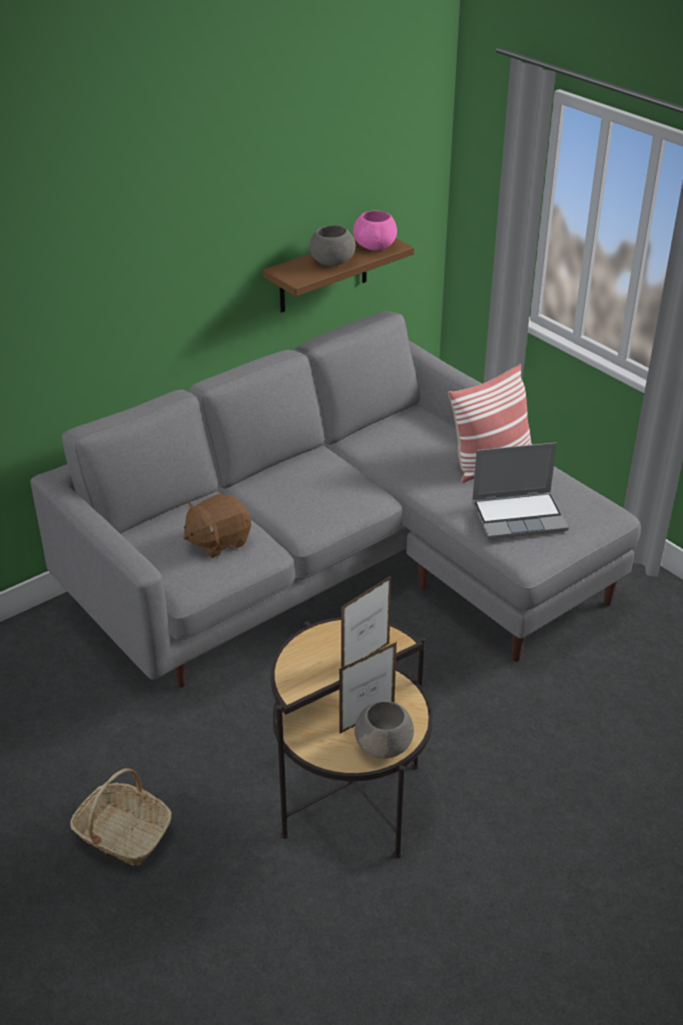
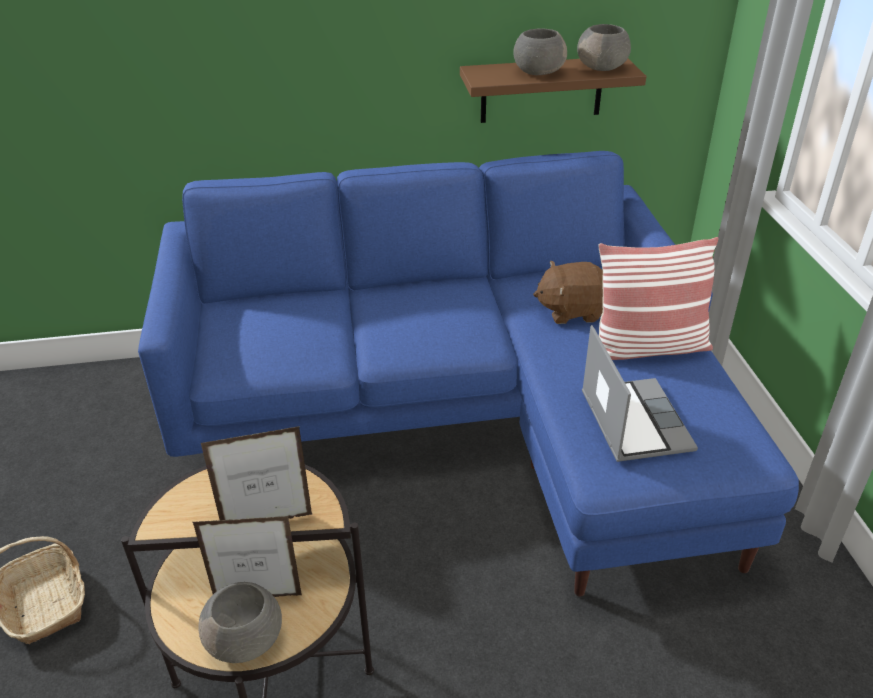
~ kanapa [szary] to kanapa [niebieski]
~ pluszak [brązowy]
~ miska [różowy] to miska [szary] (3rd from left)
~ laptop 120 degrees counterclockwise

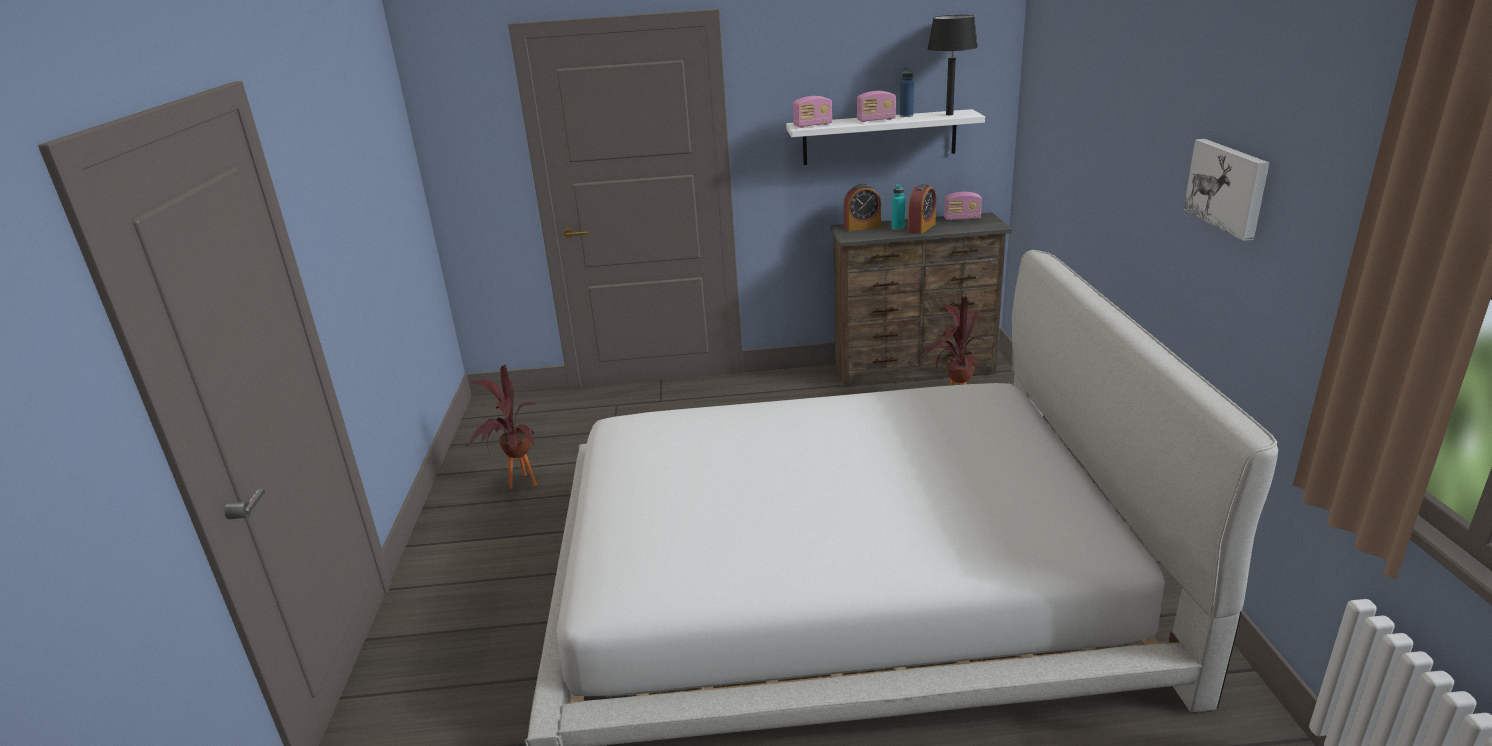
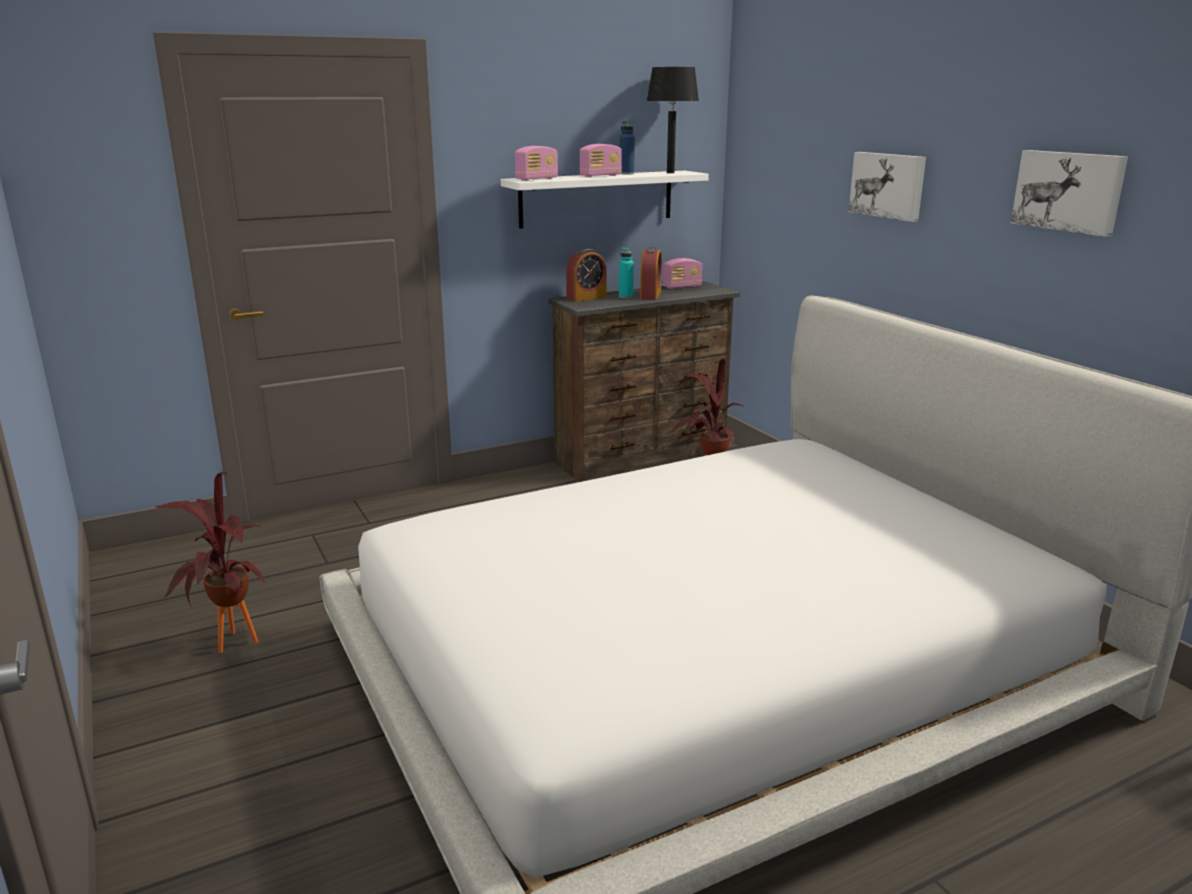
+ obraz (1st from left)

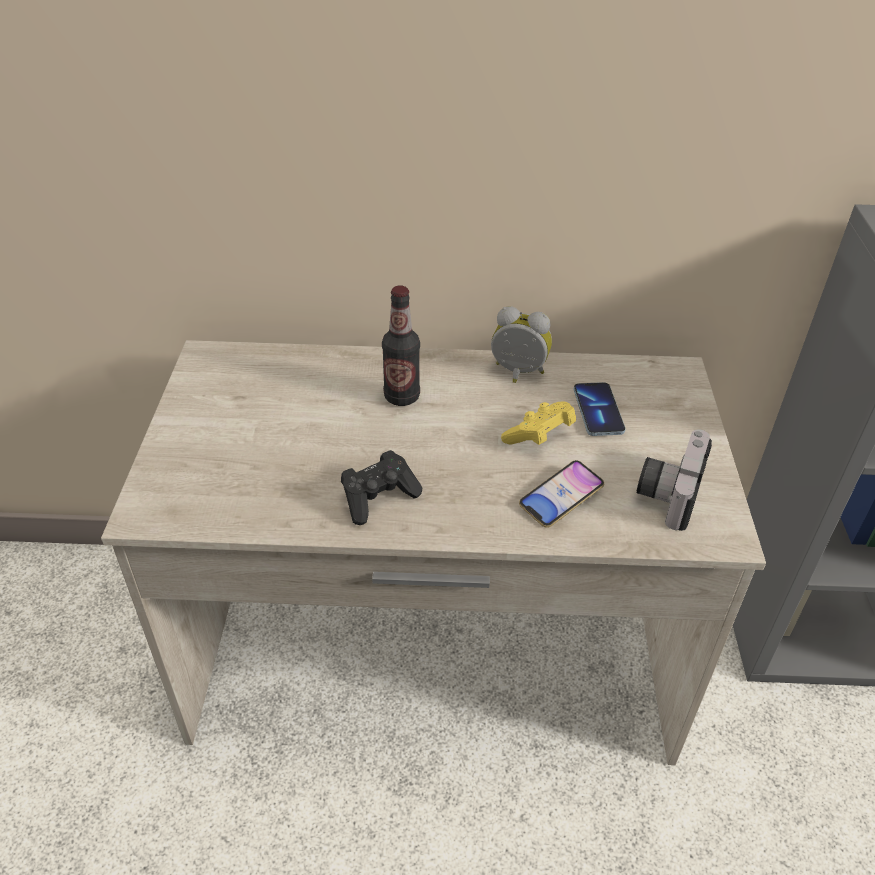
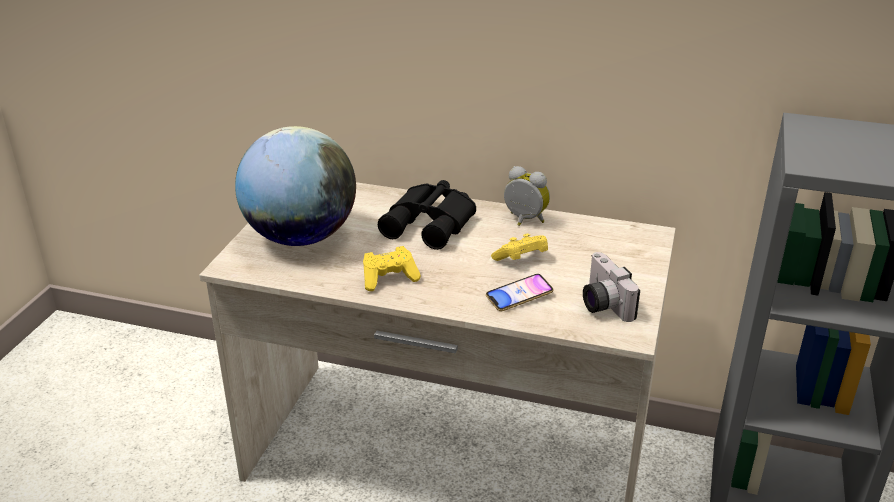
~ pad do gier [czarny] to pad do gier [żółty] (1st from left)
~ butelka to lornetka [czarny]
- telefon (2nd from left)
~ aparat fotograficzny 60 degrees counterclockwise
+ globus

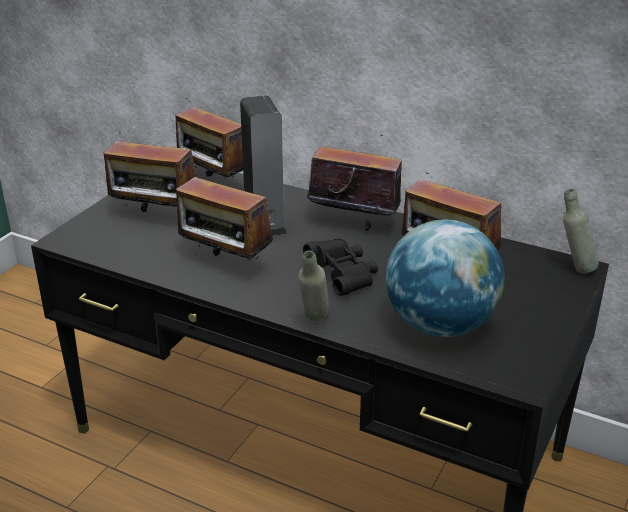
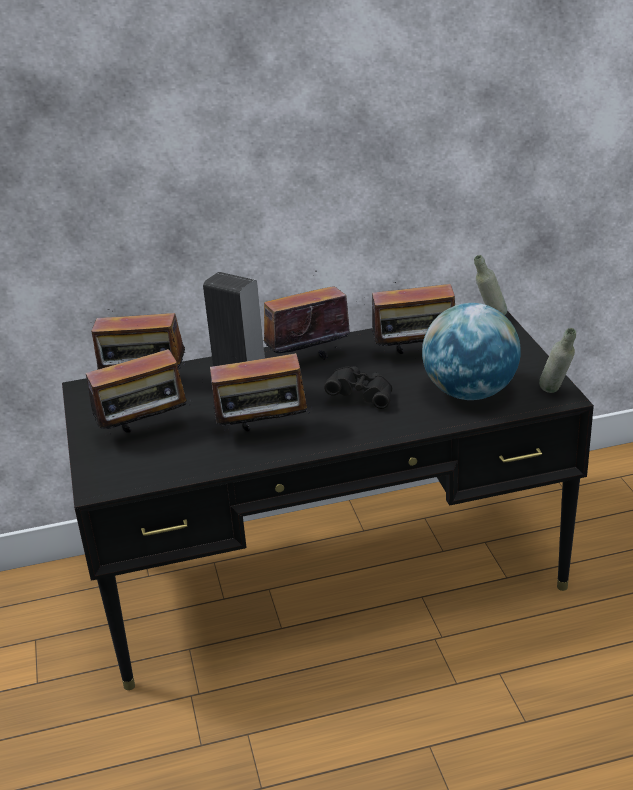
~ butelka [szary] (1st from left in the first image) to butelka [szary] (2nd from left)

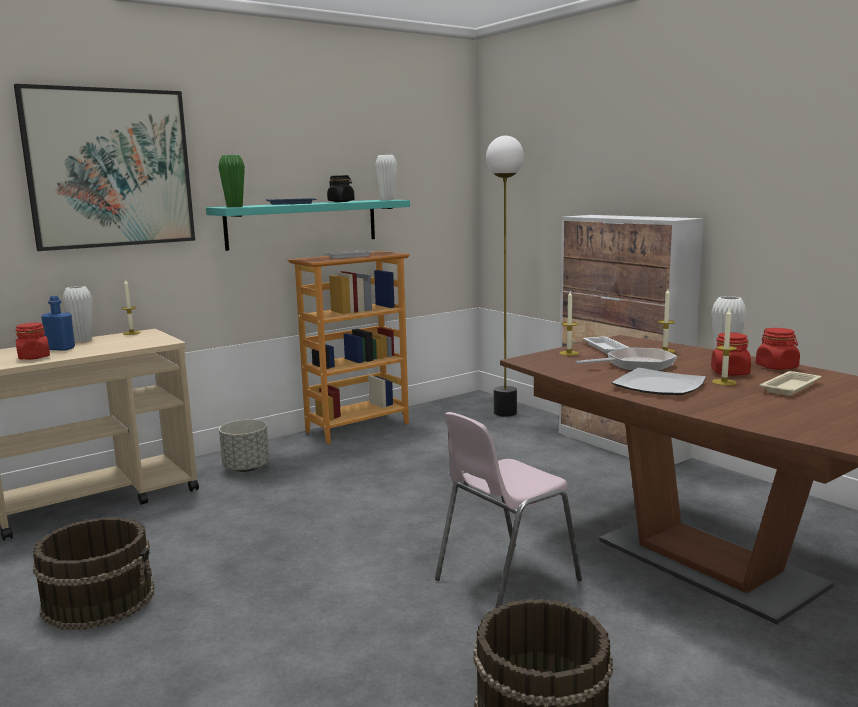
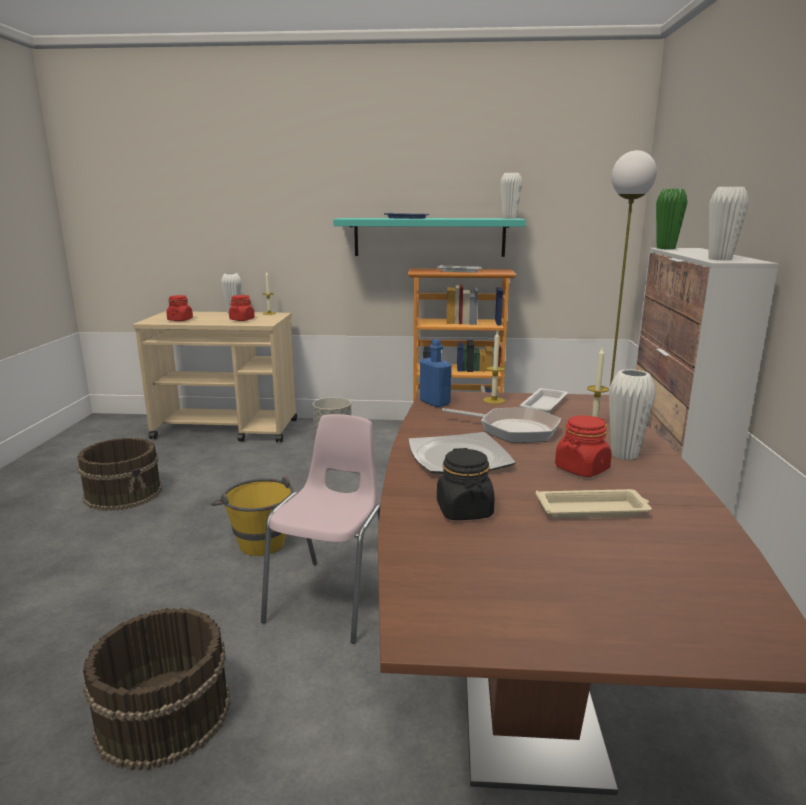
- obraz
~ butelka [niebieski]
~ wazon [zielony]
~ słoik [czarny]
~ krzesło [różowy] 105 degrees clockwise
- świeca (4th from left)
~ słoik [czerwony] (3rd from left in the first image) to słoik [czerwony] (2nd from left)
+ wiadro [żółty]
+ wazon [biały] (4th from left)

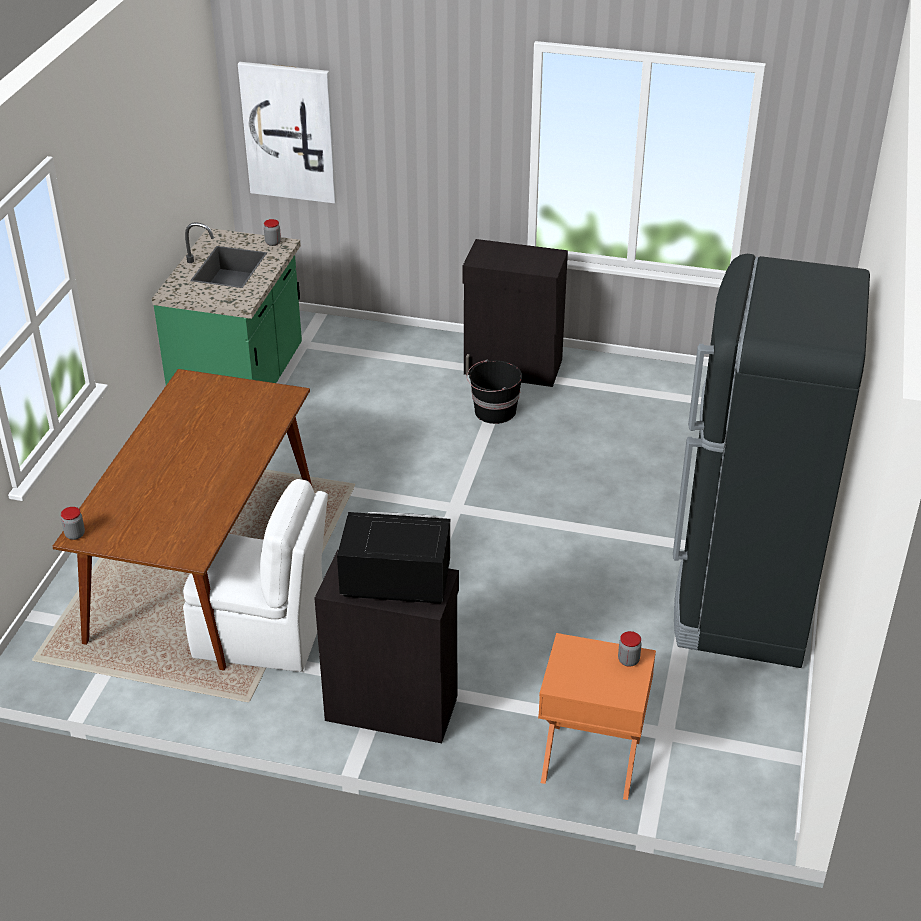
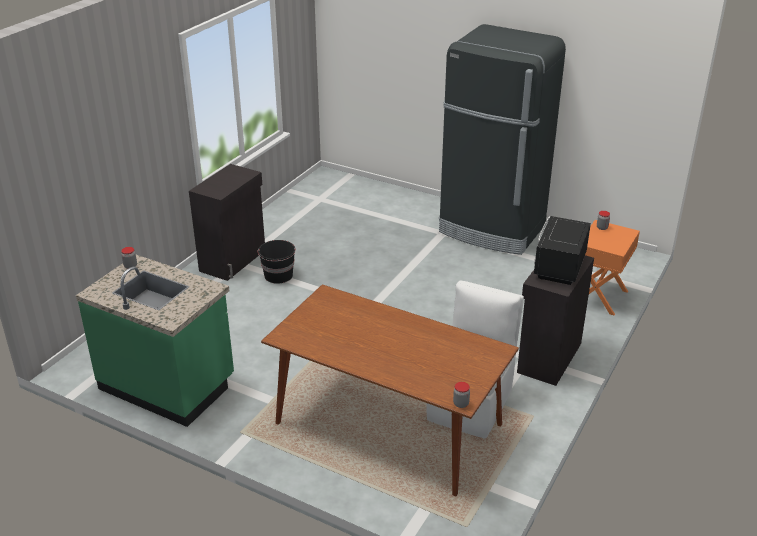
- obraz

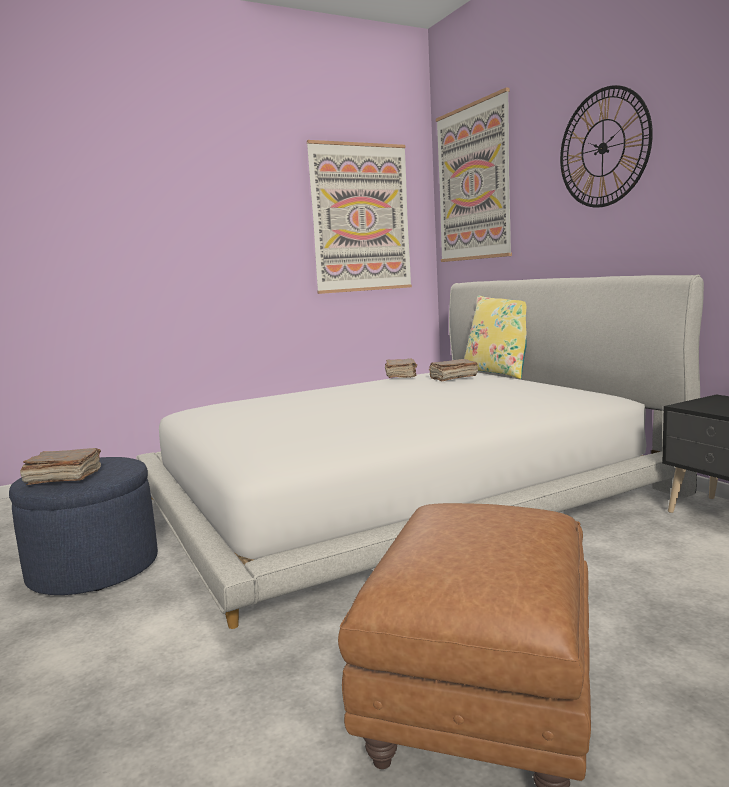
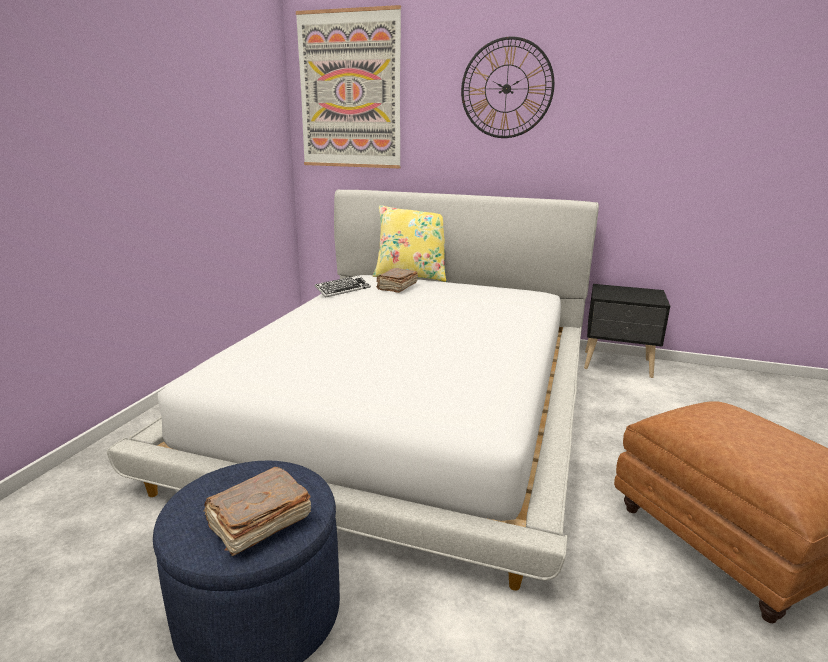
- obraz (1st from left)
~ książka [brązowy] (2nd from left) to klawiatura

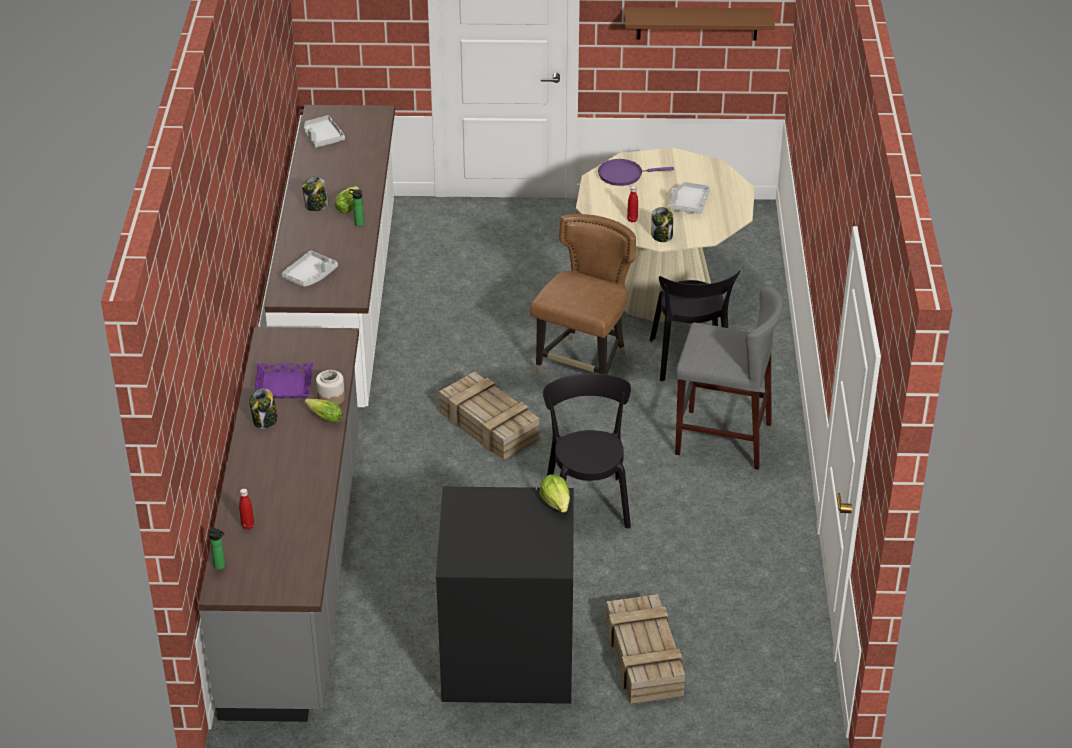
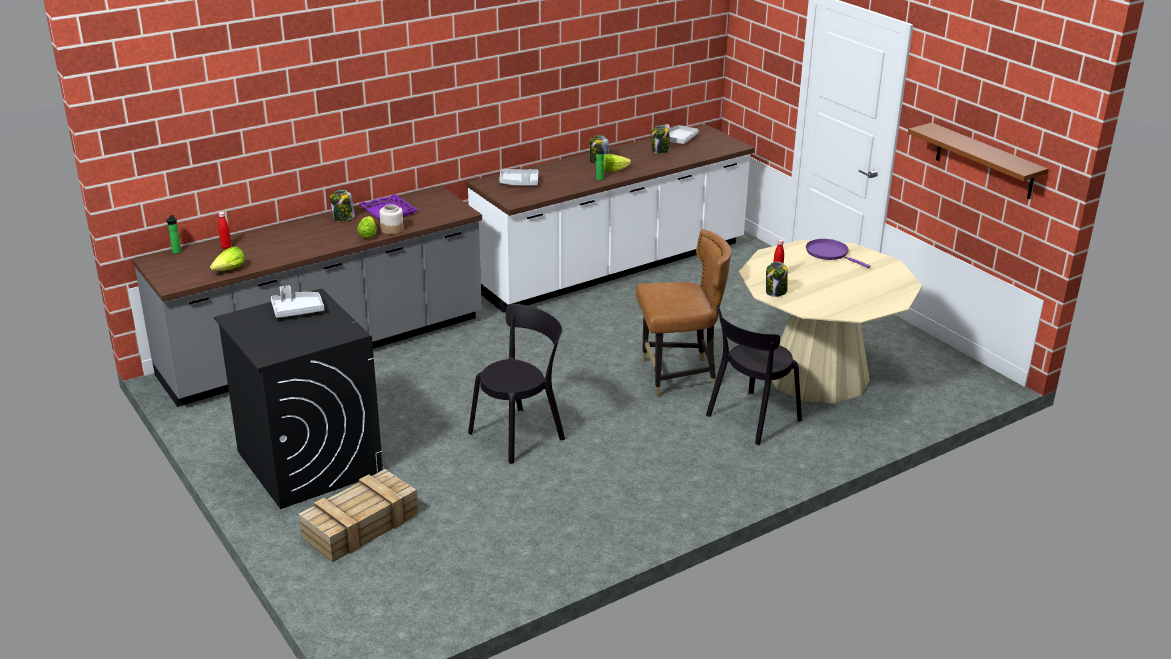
- skrzynka (1st from left)
~ sałata (3rd from left in the first image) to sałata (1st from left)
~ taca [szary] (3rd from left in the first image) to taca [szary] (1st from left)
- stołek [szary]
+ słoik (4th from left)

